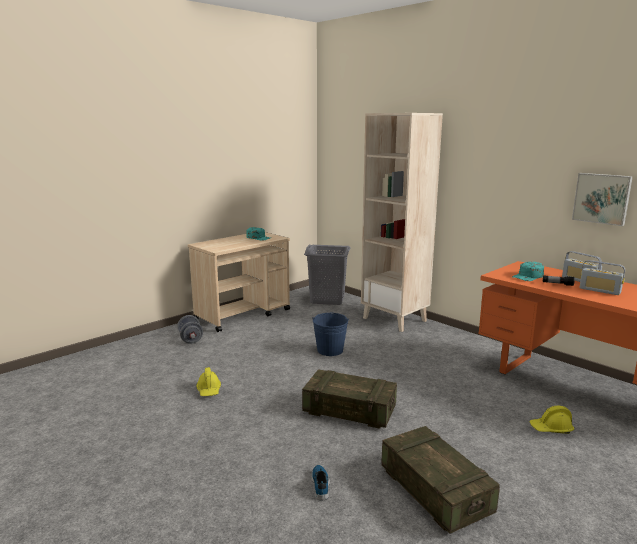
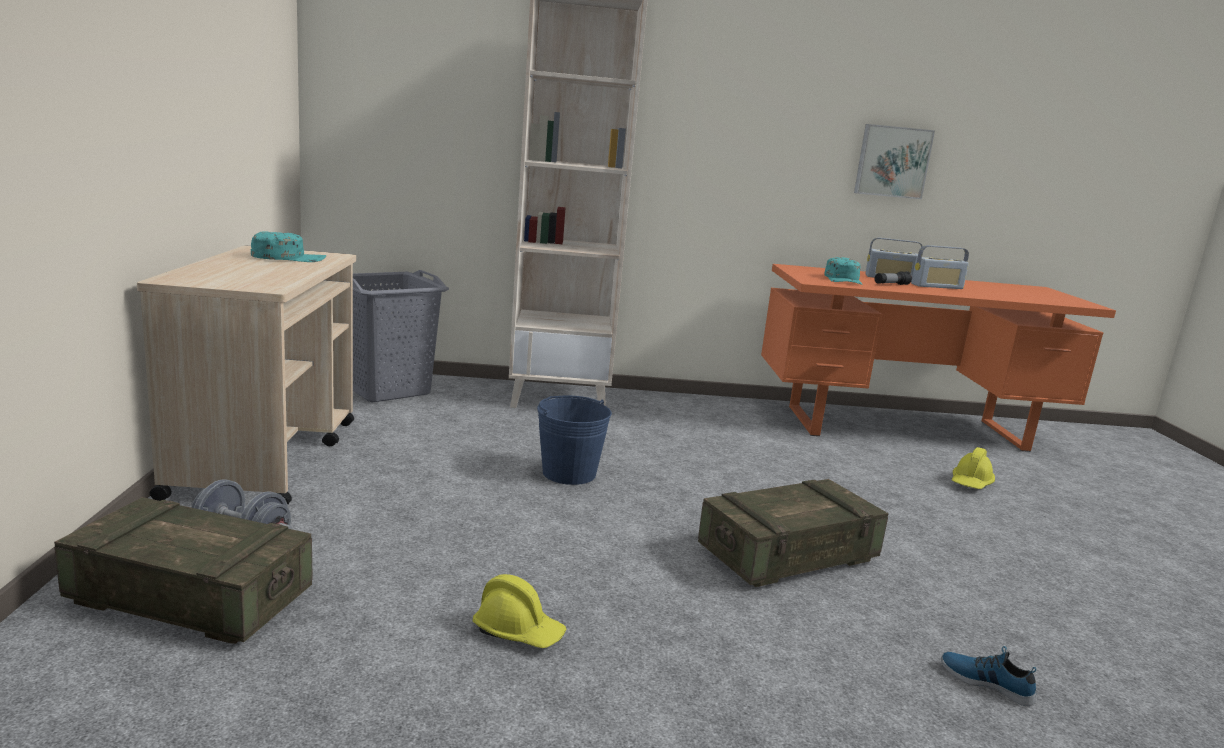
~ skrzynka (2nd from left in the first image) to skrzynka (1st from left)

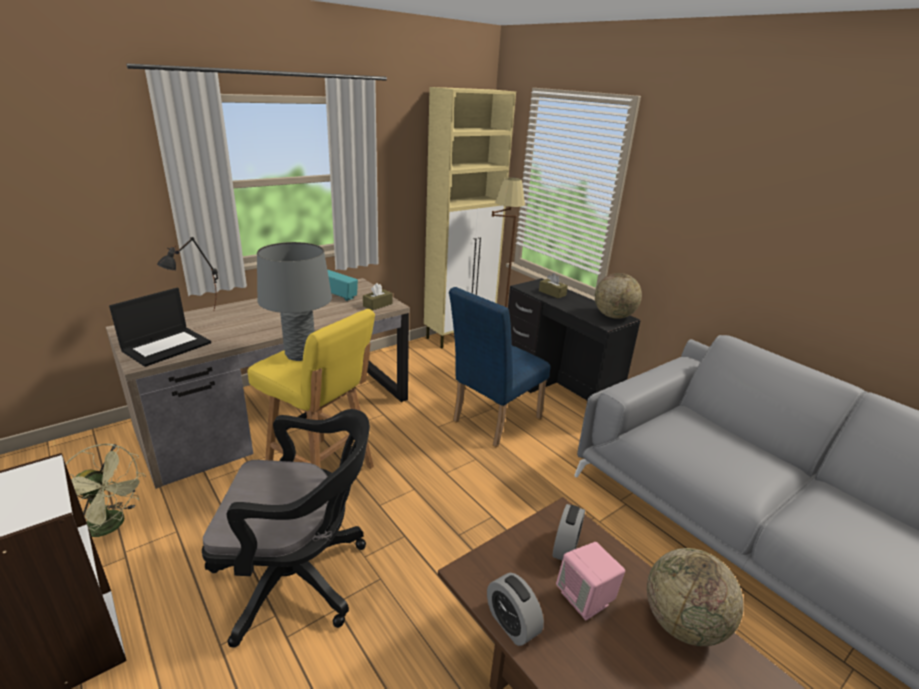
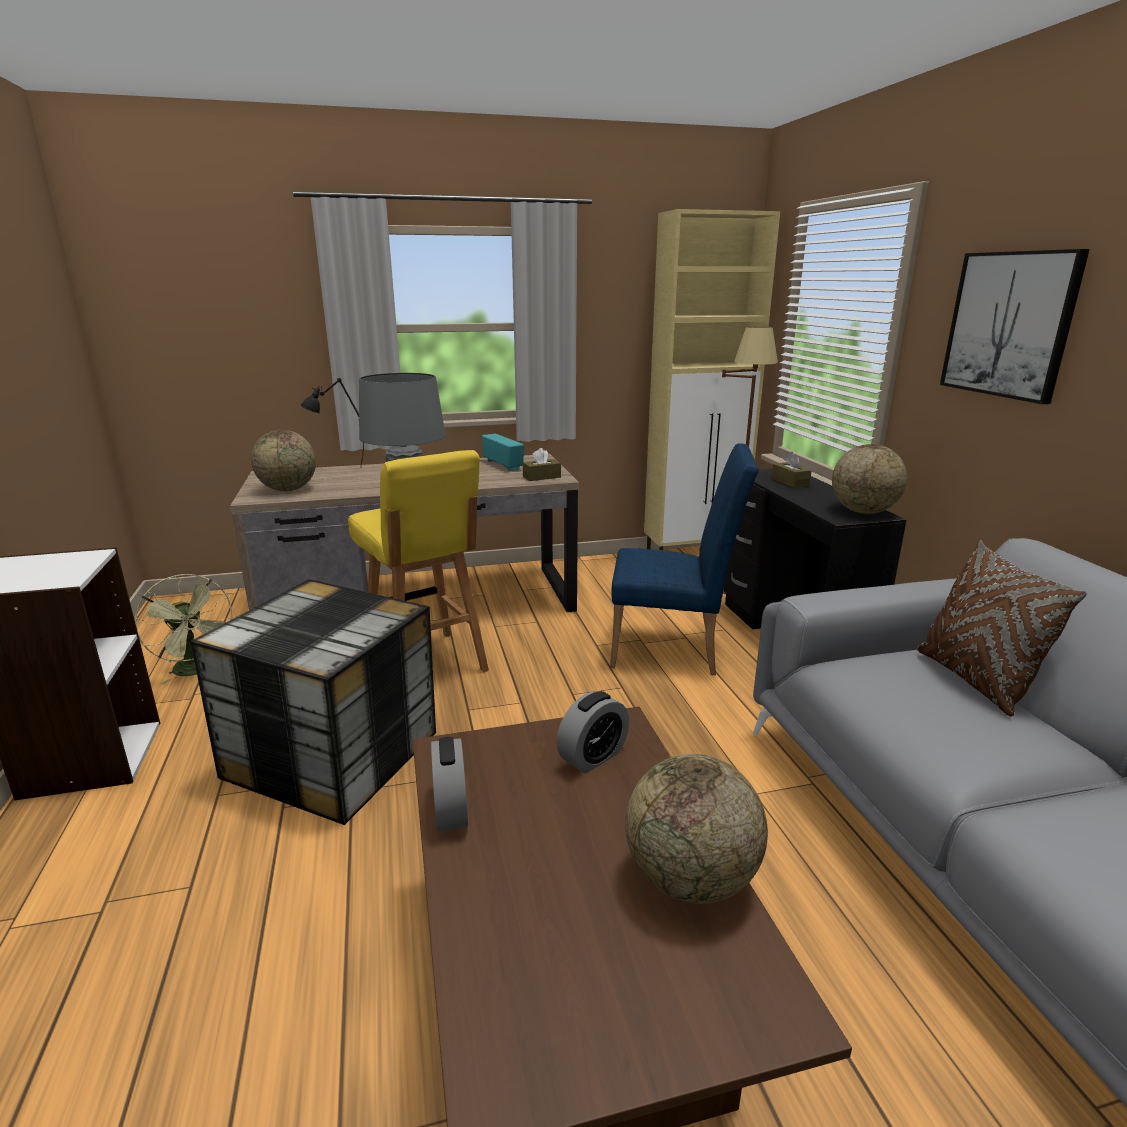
~ laptop to globus (1st from left)
~ krzesło biurowe [czarny] to pojemnik do przechowywania
~ krzesło [niebieski] 150 degrees counterclockwise
- głośnik [różowy]
+ poduszka [brązowy]
+ obraz

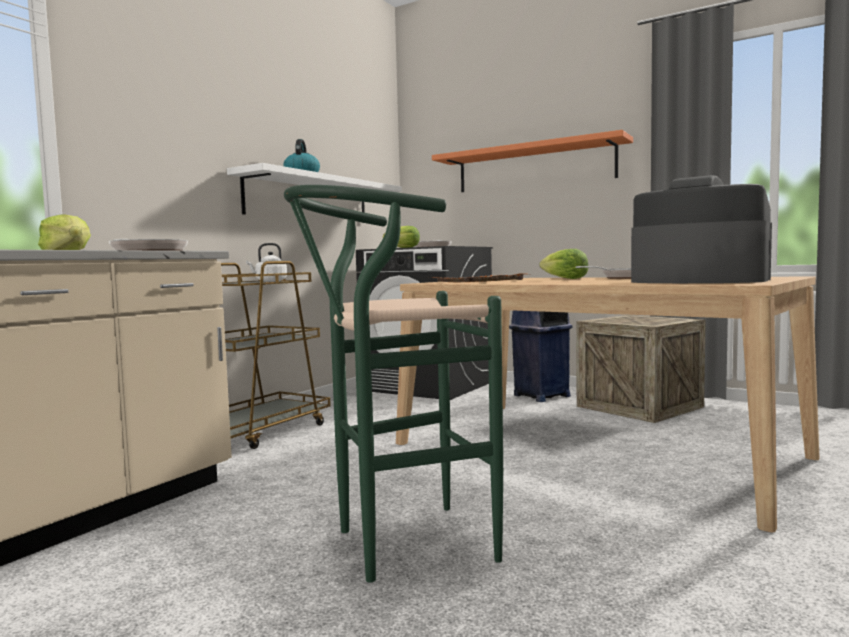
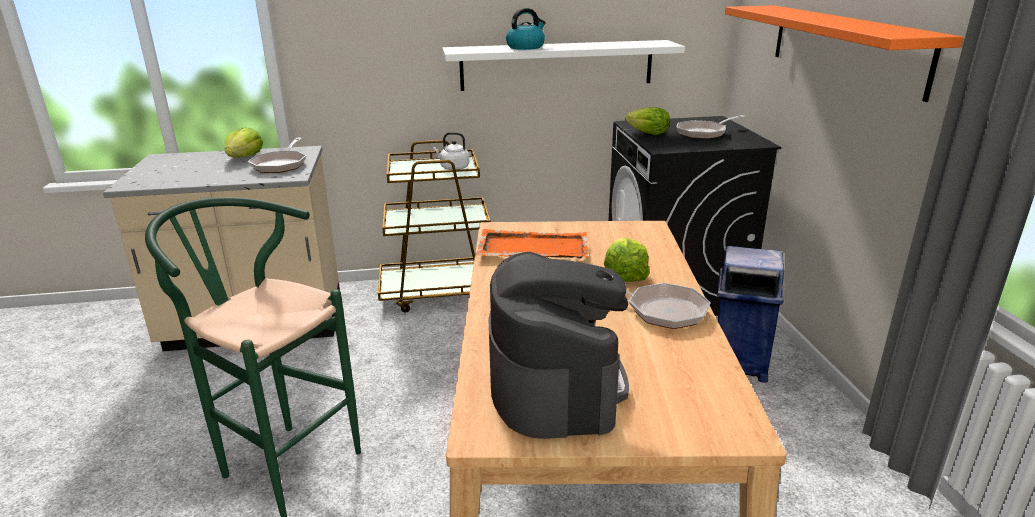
- skrzynka

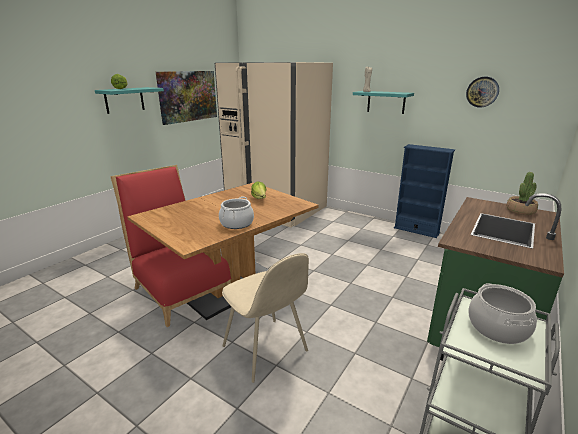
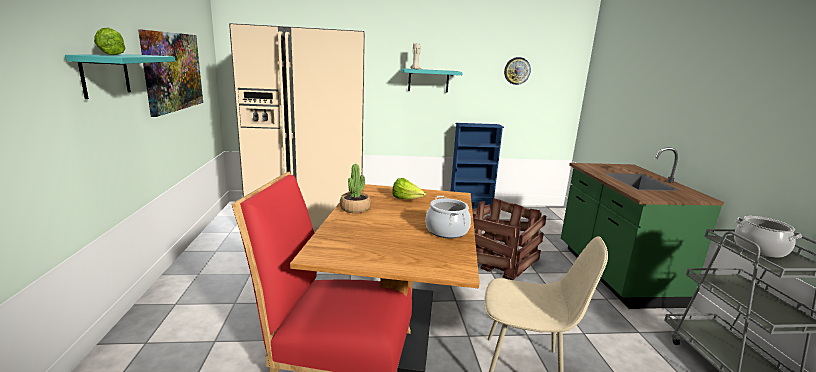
~ roślina doniczkowa
+ skrzynka

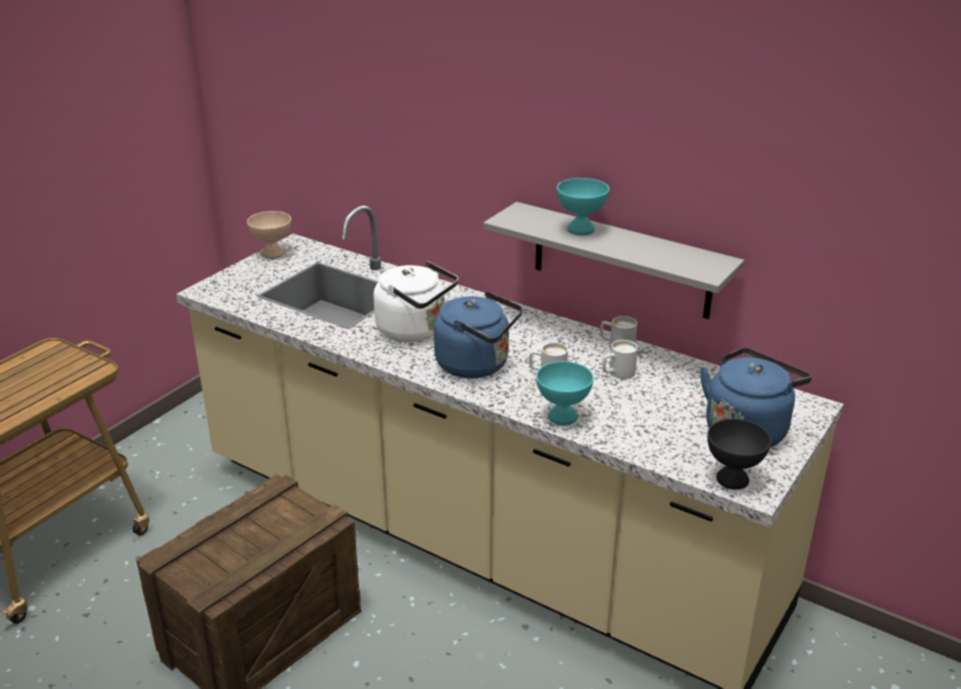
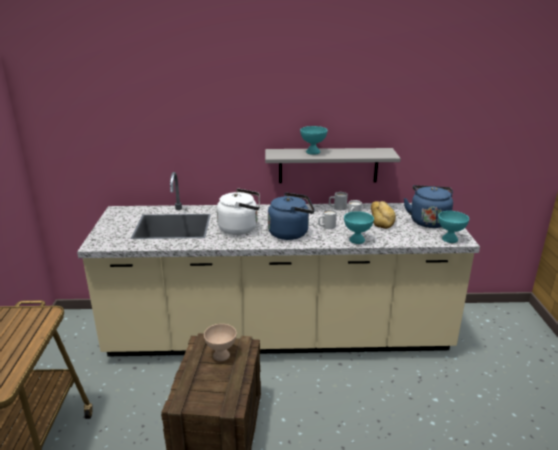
~ miska [beżowy]
~ miska [czarny] to miska [turkusowy] (3rd from left)
+ chleb

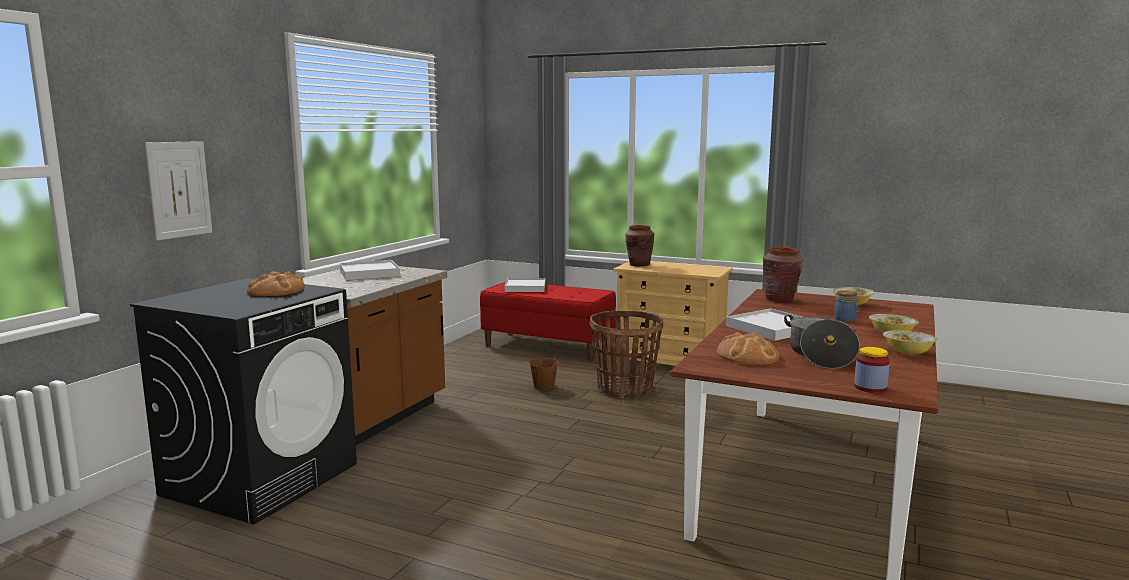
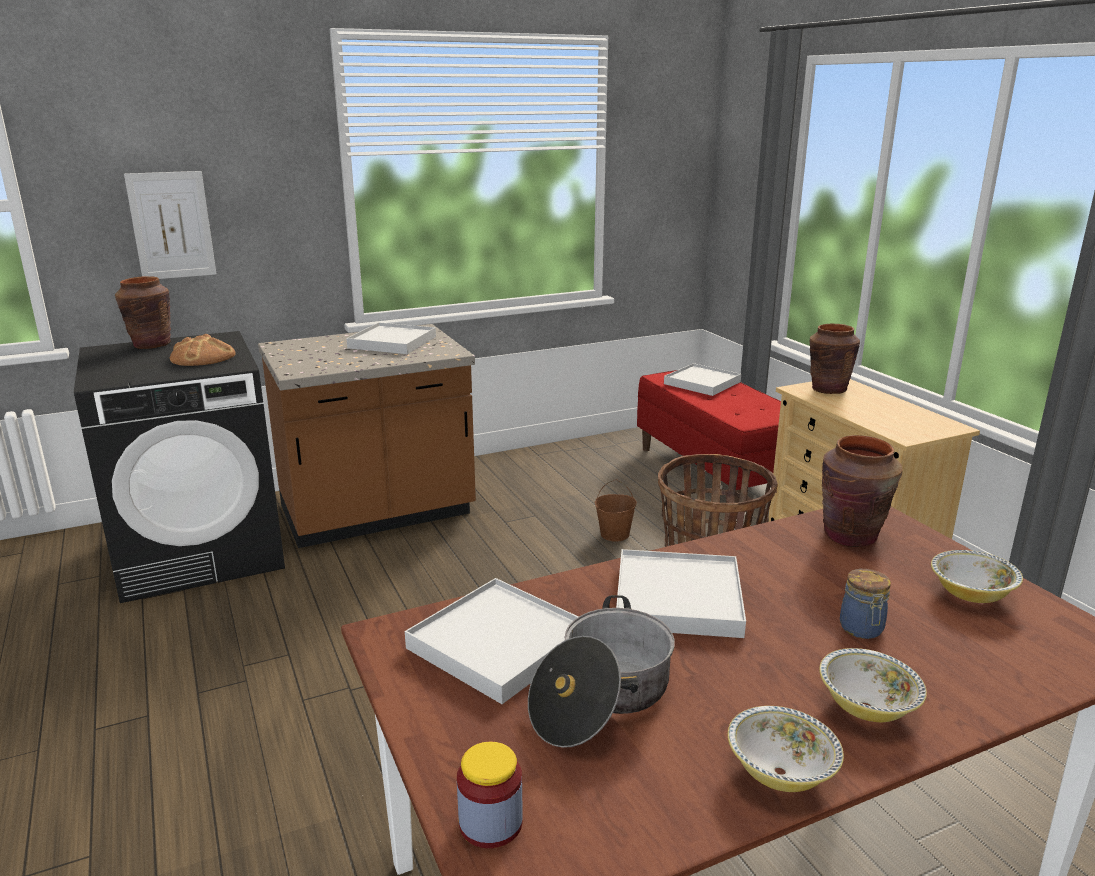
~ chleb (2nd from left) to taca [biały] (2nd from left)
+ wazon [brązowy] (1st from left)

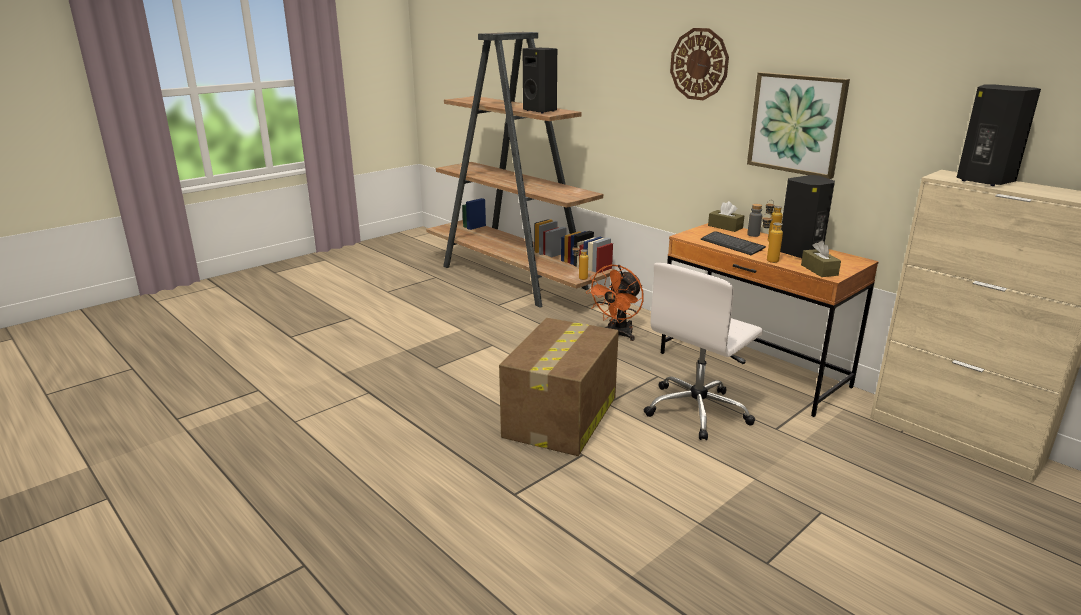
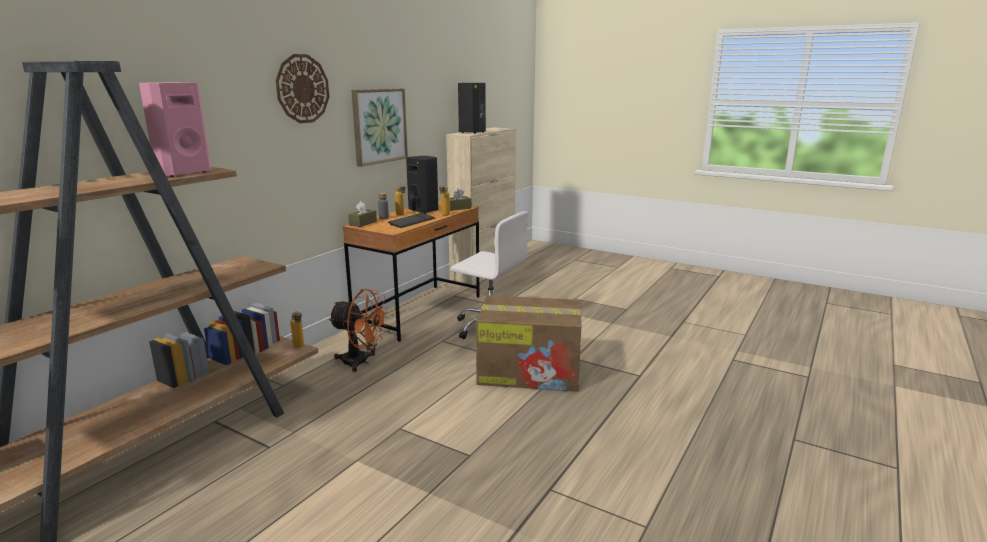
~ głośnik [czarny] (1st from left) to głośnik [różowy]

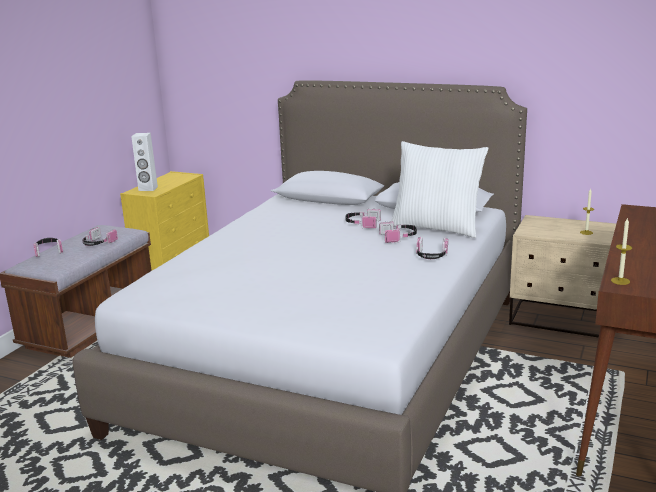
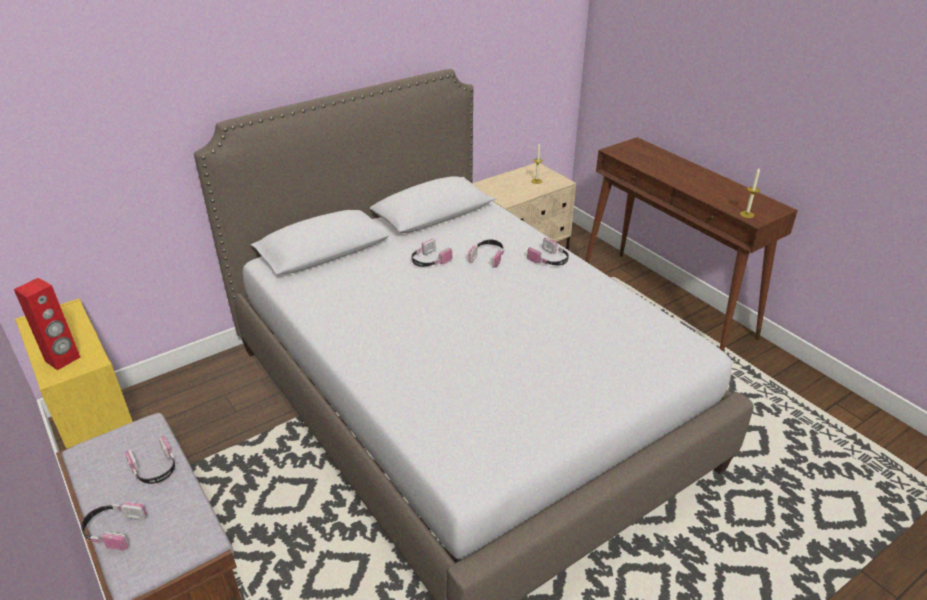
~ głośnik [biały] to głośnik [czerwony]
- poduszka [biały]

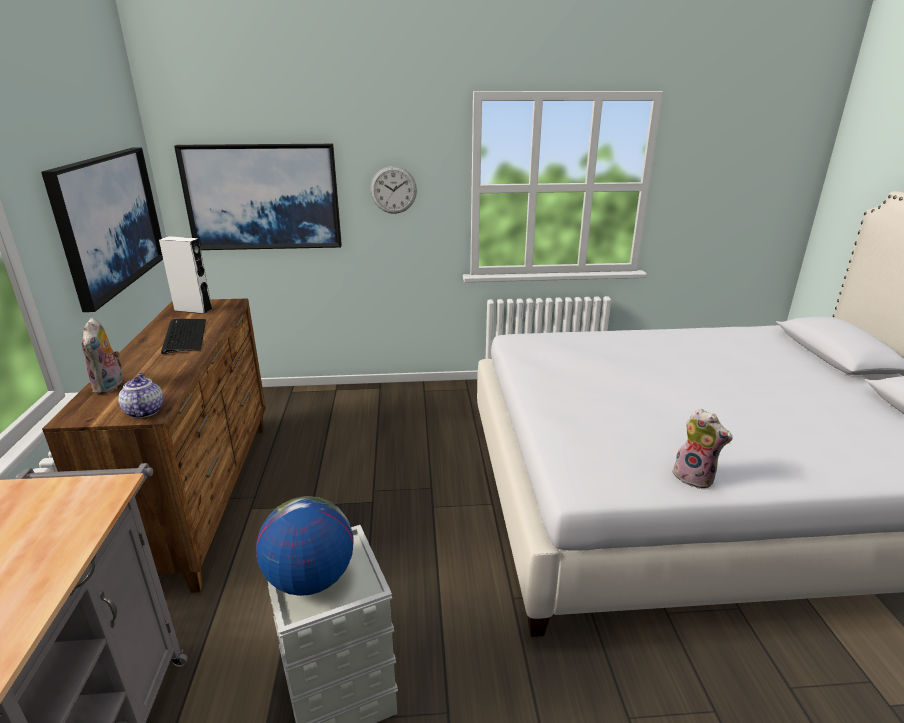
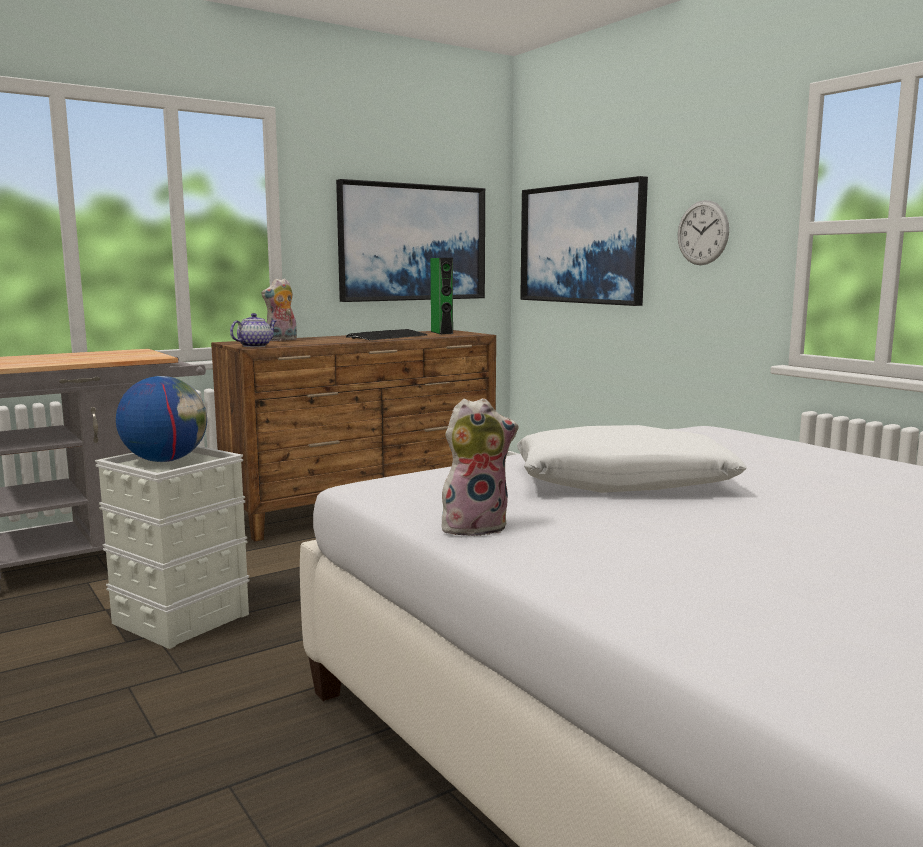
~ głośnik [biały] to głośnik [zielony]
~ pluszak (2nd from left) 120 degrees counterclockwise
+ poduszka [biały]

